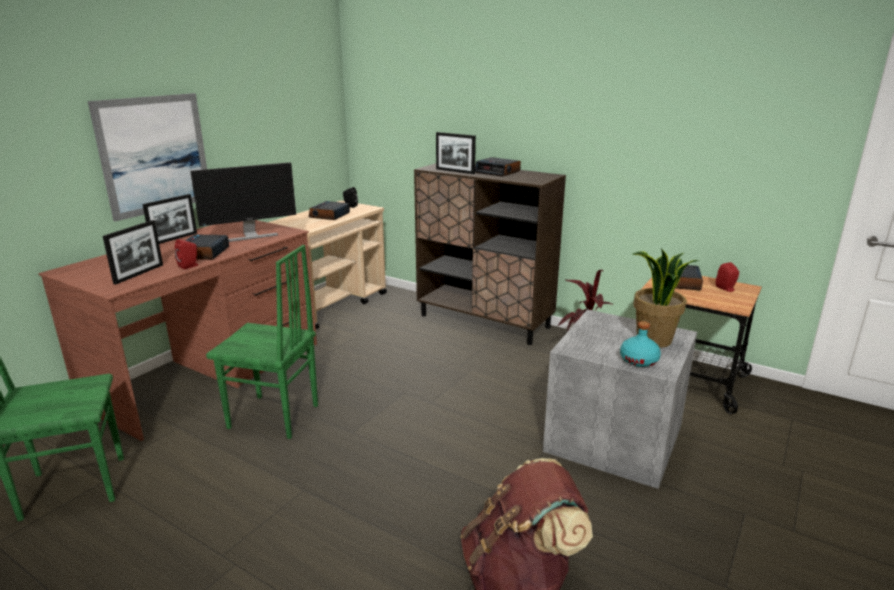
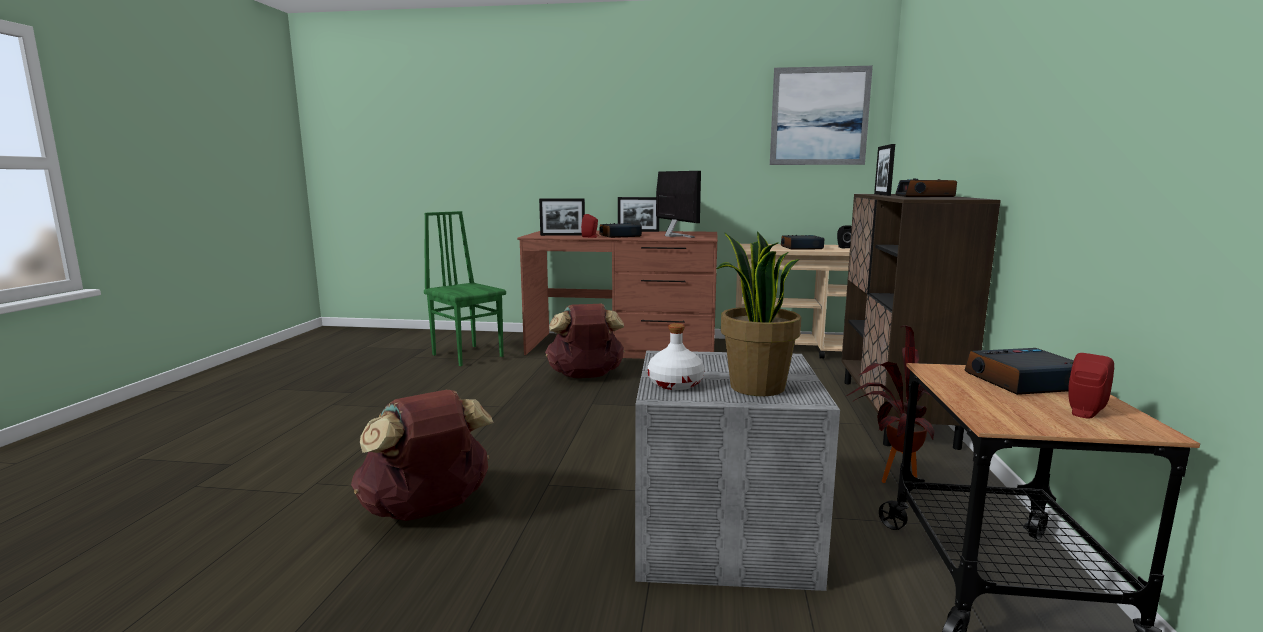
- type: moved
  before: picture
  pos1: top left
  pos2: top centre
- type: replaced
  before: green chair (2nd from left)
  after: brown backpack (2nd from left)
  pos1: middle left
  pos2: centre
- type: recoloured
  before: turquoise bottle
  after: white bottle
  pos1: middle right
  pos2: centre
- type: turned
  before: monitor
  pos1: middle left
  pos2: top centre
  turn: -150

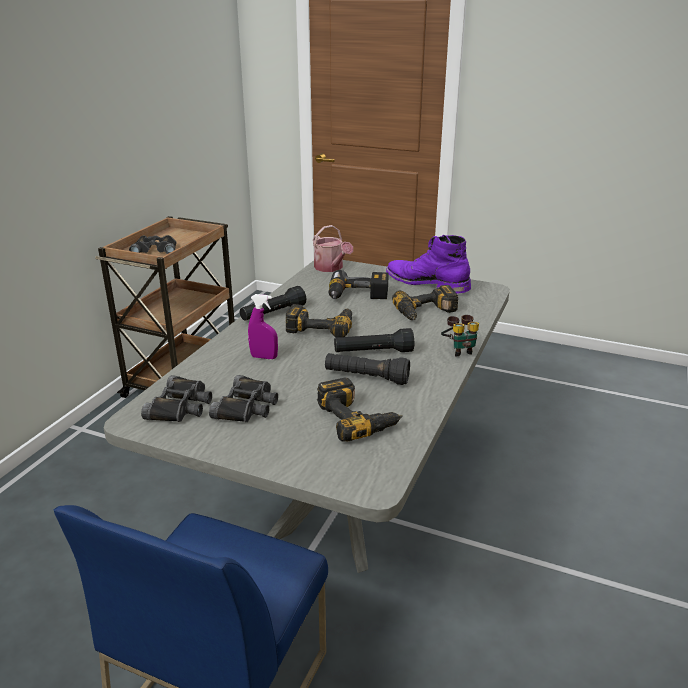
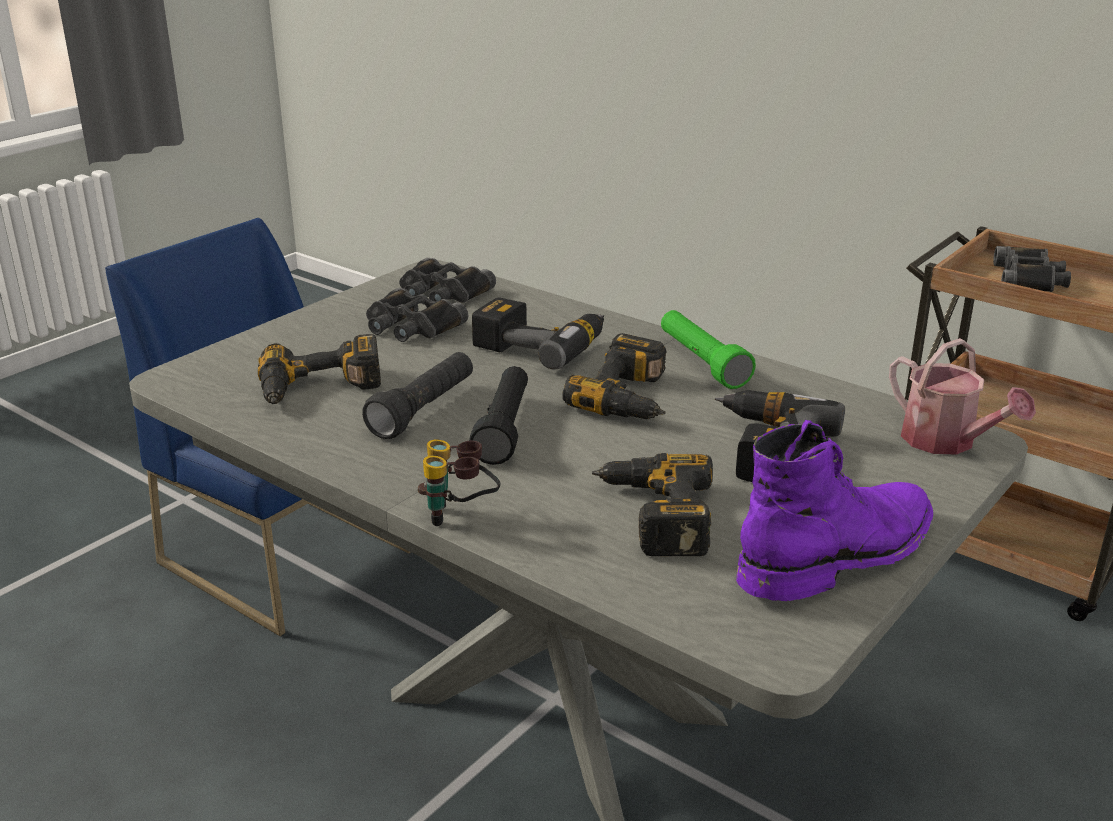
- type: replaced
  before: purple spray bottle
  after: power drill (2nd from left)
  pos1: centre
  pos2: centre
- type: recoloured
  before: black flashlight (1st from left)
  after: green flashlight
  pos1: centre
  pos2: centre
- type: turned
  before: watering can
  pos1: centre
  pos2: middle right
  turn: -105

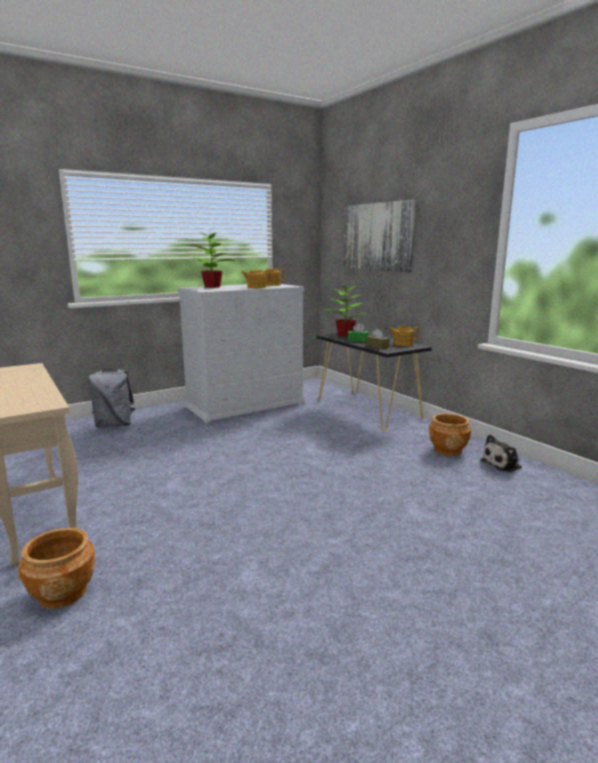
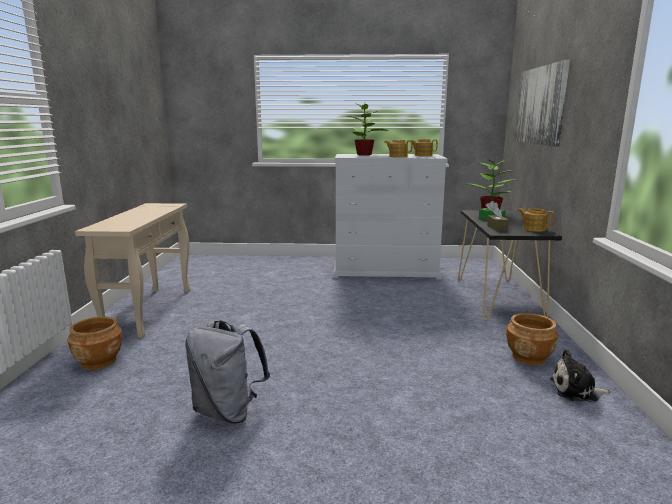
- type: moved
  before: grey backpack
  pos1: middle left
  pos2: bottom centre

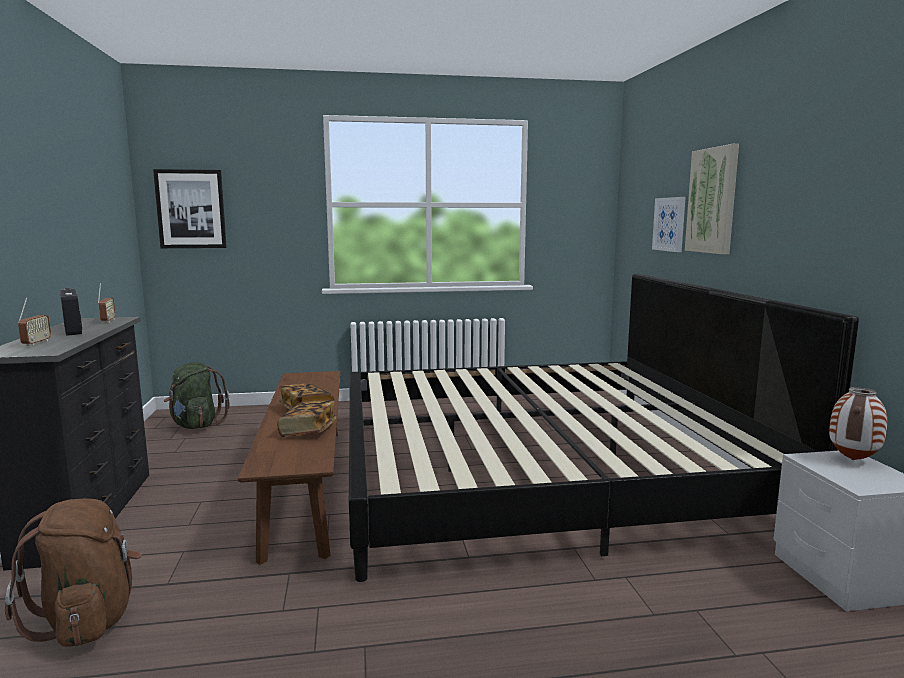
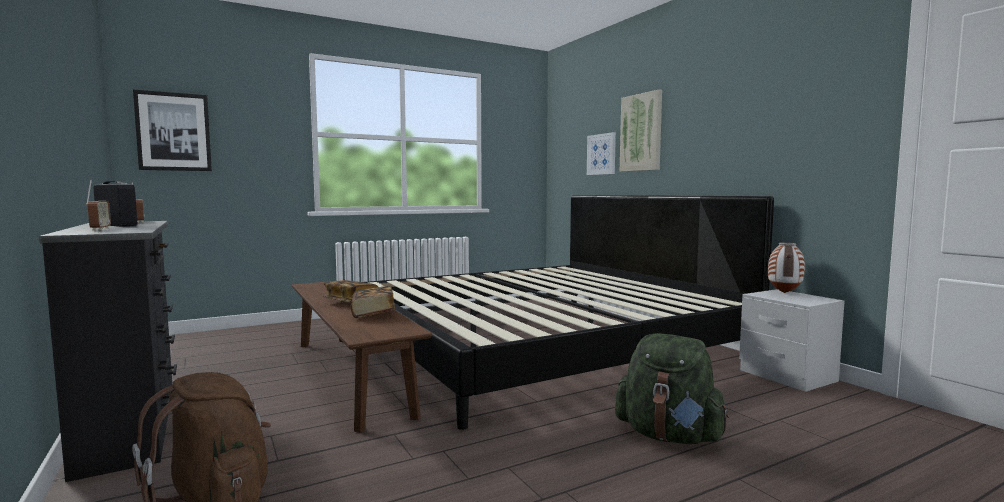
- type: moved
  before: green backpack
  pos1: middle left
  pos2: bottom right

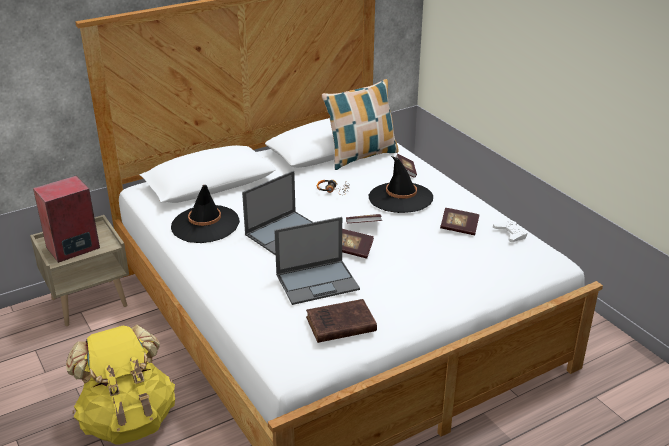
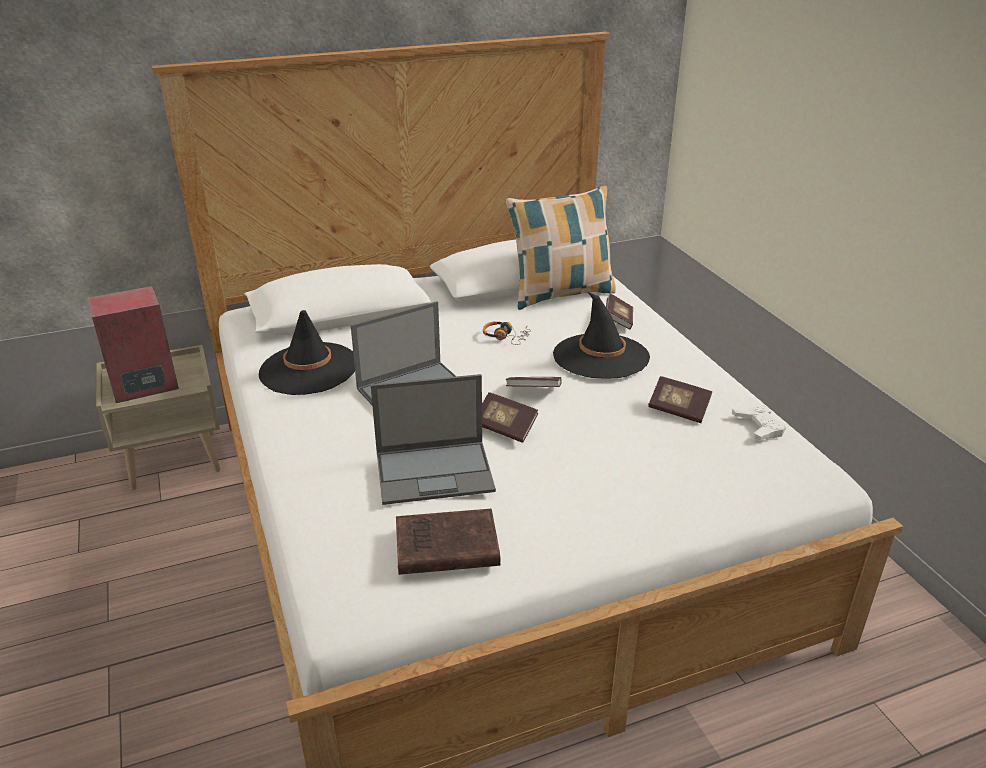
- type: removed
  before: yellow backpack
  pos1: bottom left

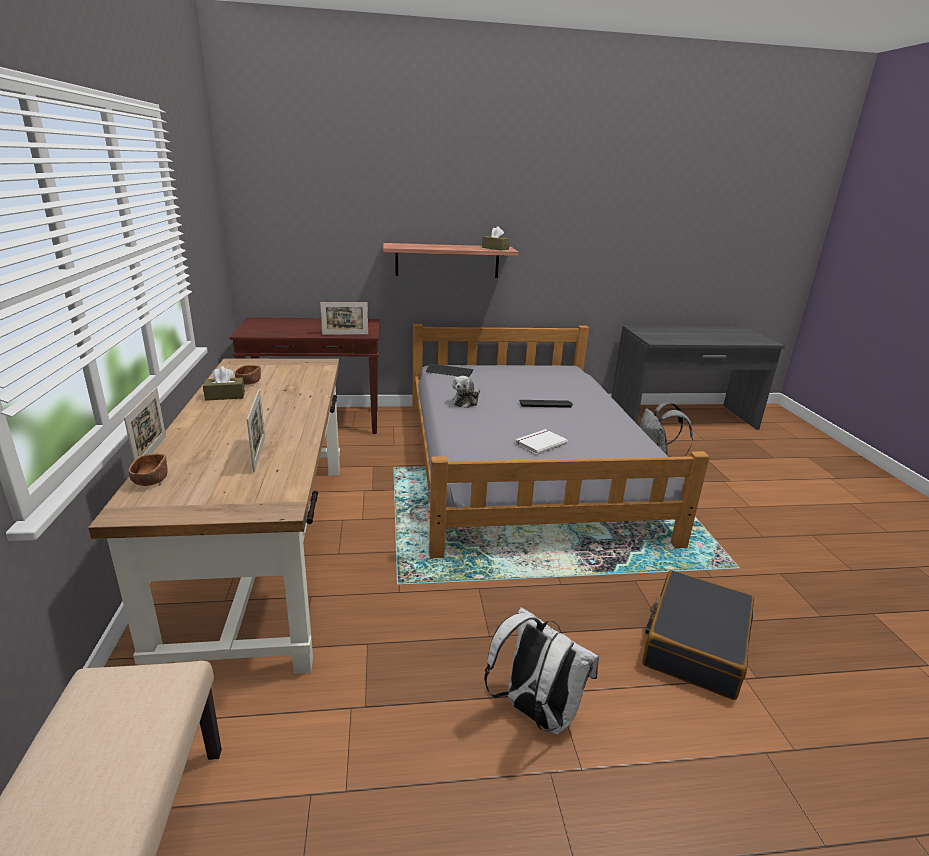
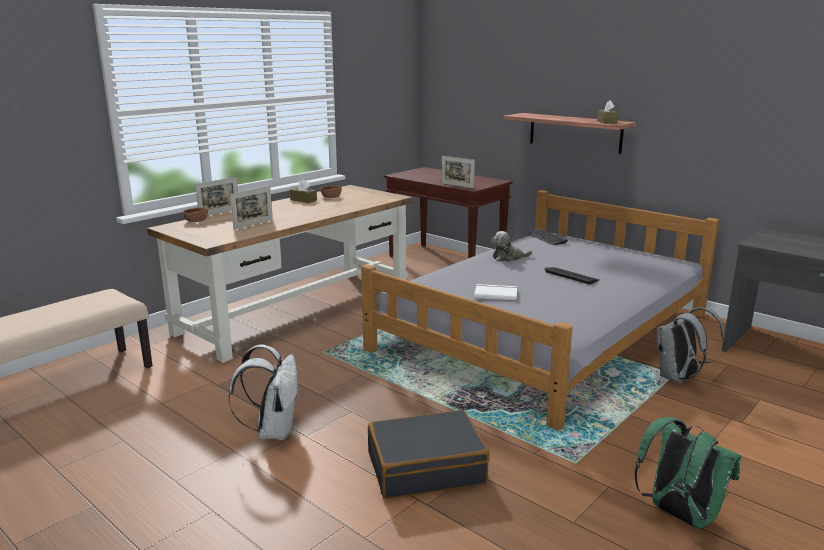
- type: added
  after: green backpack
  pos2: bottom right

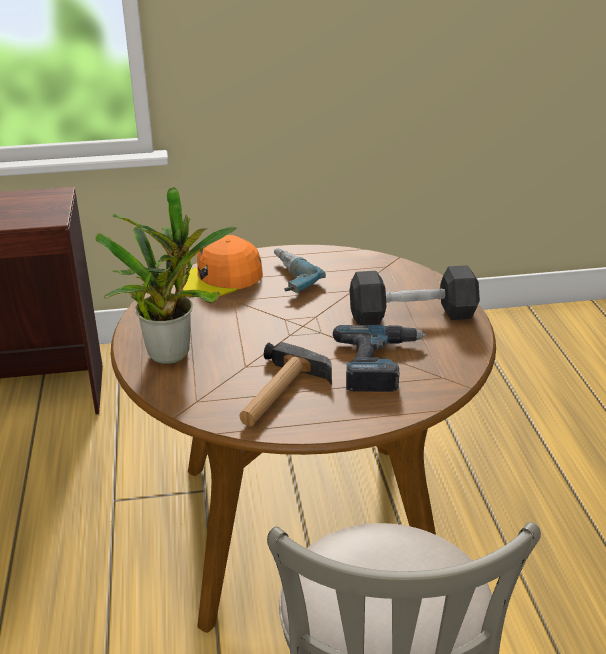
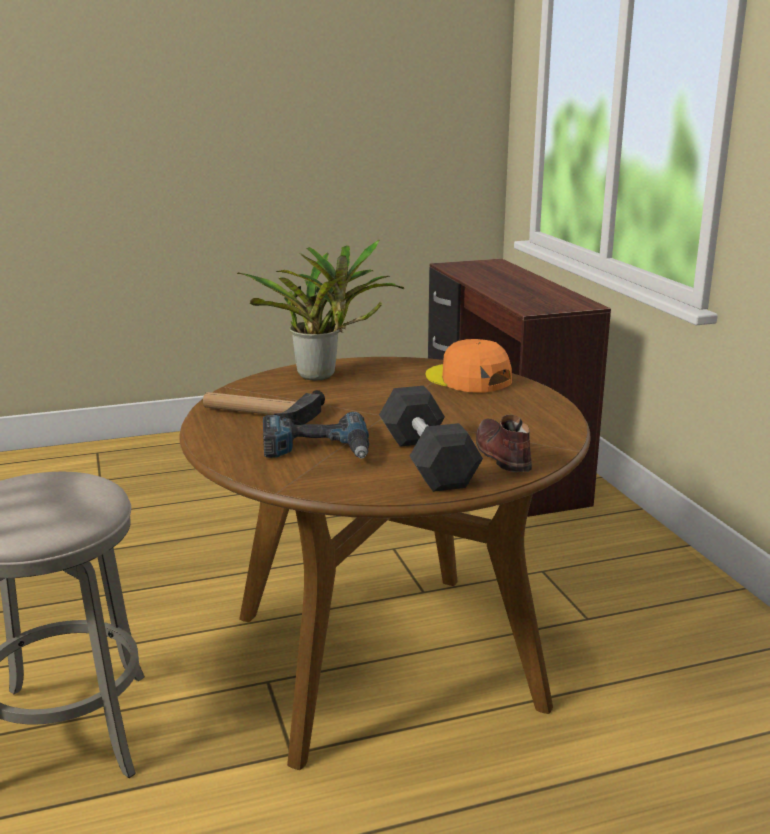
- type: removed
  before: power drill (1st from left)
  pos1: centre
- type: added
  after: brown shoe
  pos2: centre

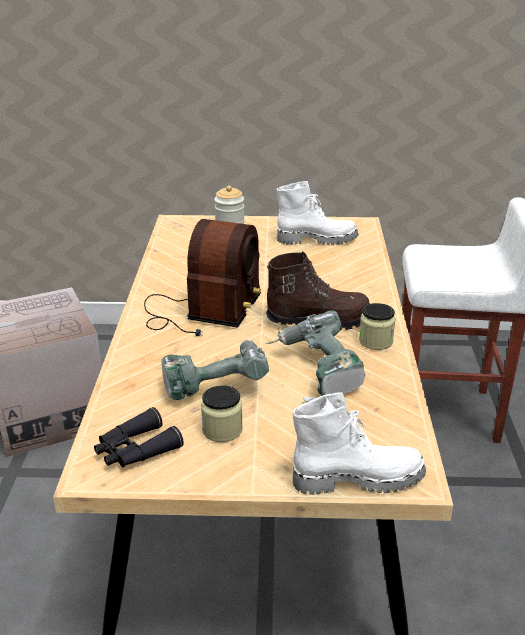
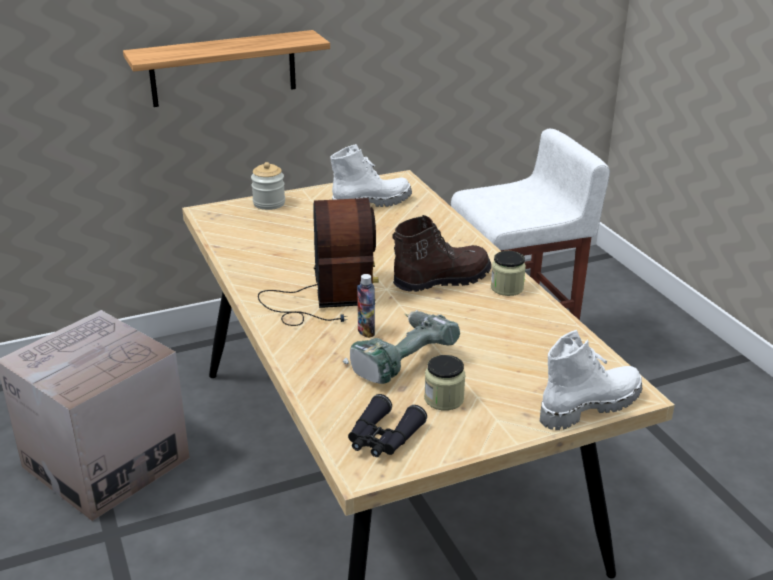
- type: removed
  before: power drill (2nd from left)
  pos1: centre
- type: added
  after: shelf
  pos2: top left
- type: added
  after: bottle
  pos2: centre

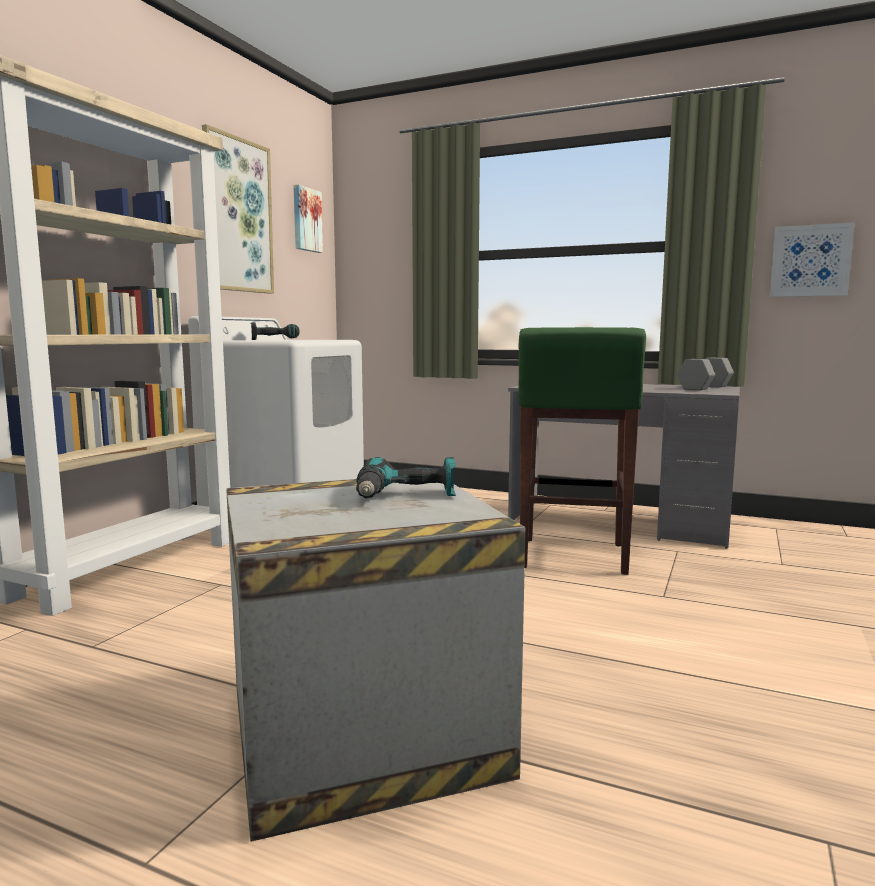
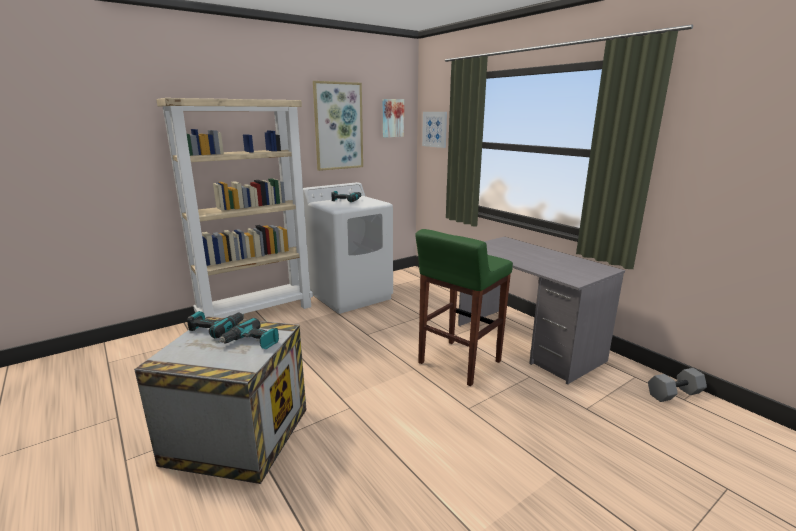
- type: added
  after: power drill (1st from left)
  pos2: middle left
- type: moved
  before: grey dumbbell
  pos1: middle right
  pos2: bottom right
- type: moved
  before: picture (3rd from left)
  pos1: top right
  pos2: top centre

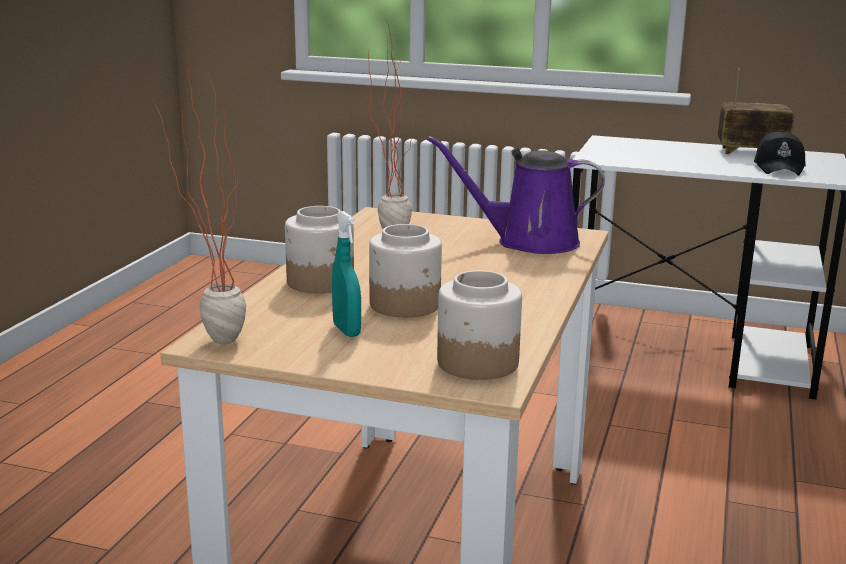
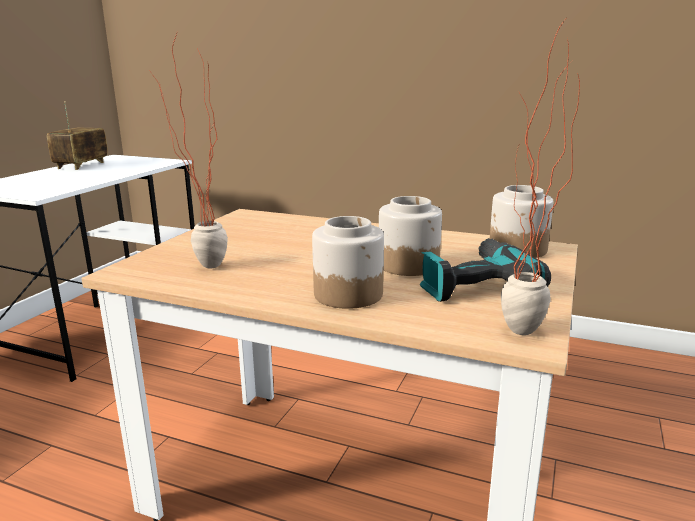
- type: removed
  before: purple watering can
  pos1: centre
- type: removed
  before: black cap
  pos1: top right
- type: replaced
  before: turquoise spray bottle
  after: power drill
  pos1: centre
  pos2: middle right

